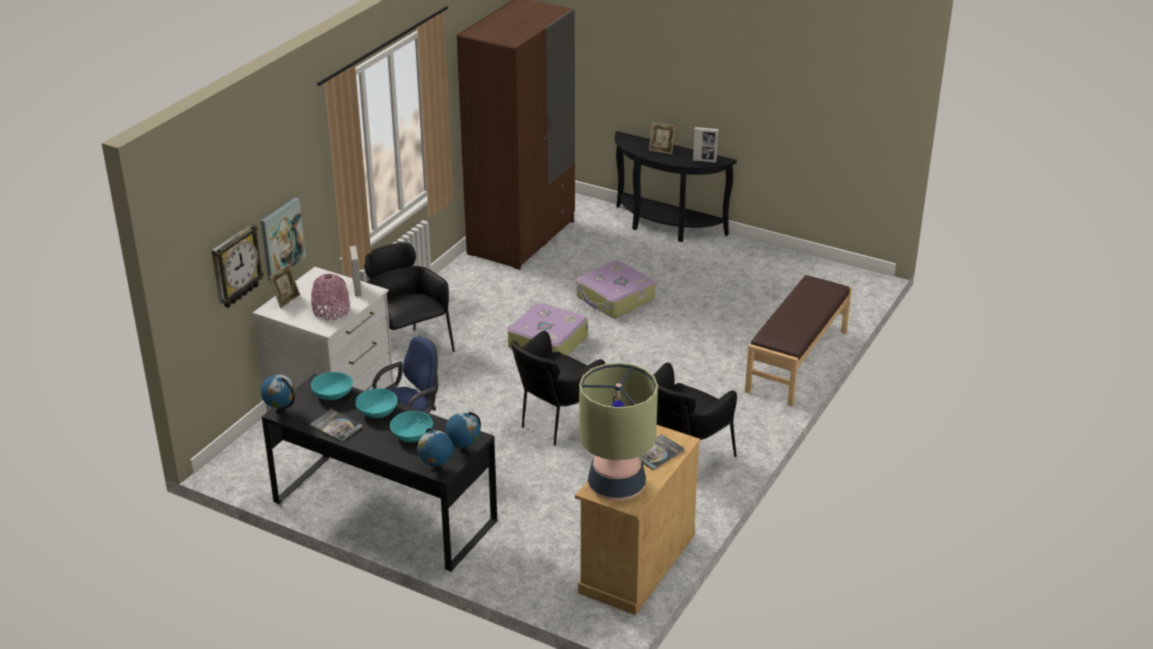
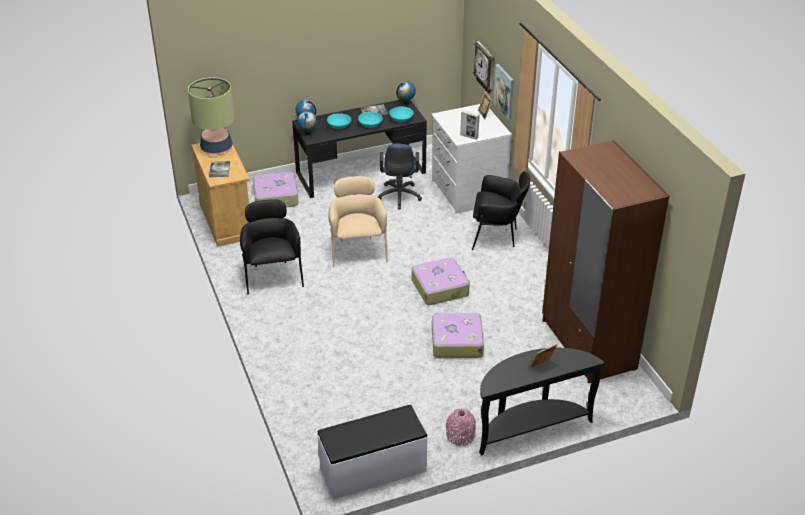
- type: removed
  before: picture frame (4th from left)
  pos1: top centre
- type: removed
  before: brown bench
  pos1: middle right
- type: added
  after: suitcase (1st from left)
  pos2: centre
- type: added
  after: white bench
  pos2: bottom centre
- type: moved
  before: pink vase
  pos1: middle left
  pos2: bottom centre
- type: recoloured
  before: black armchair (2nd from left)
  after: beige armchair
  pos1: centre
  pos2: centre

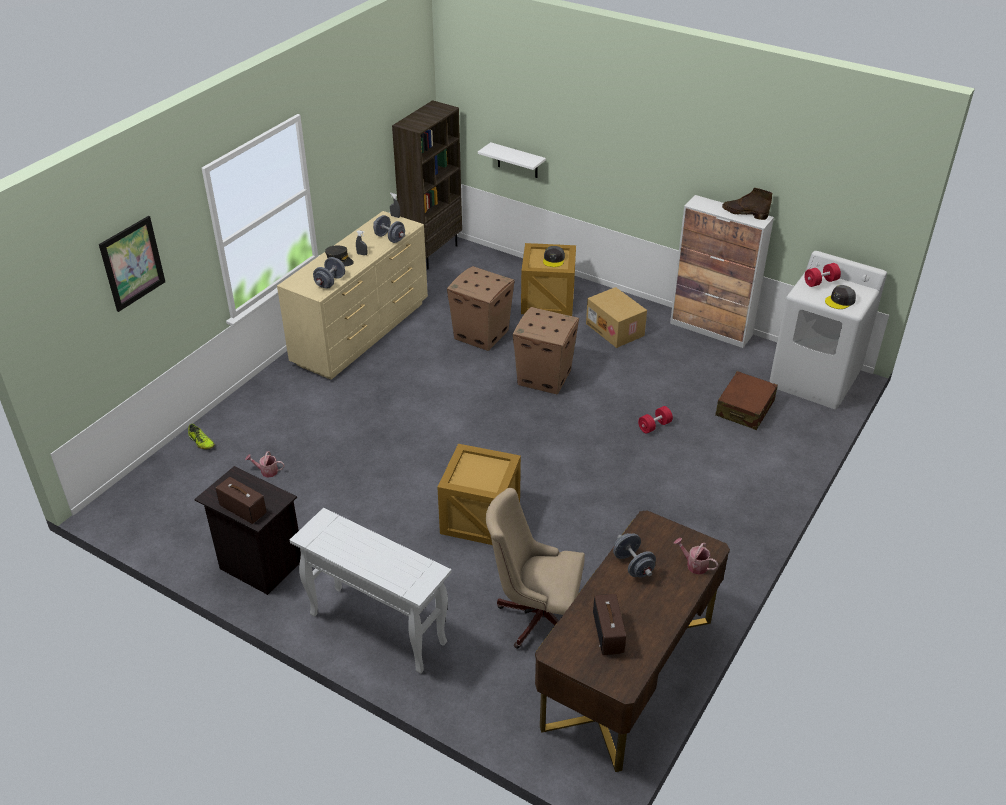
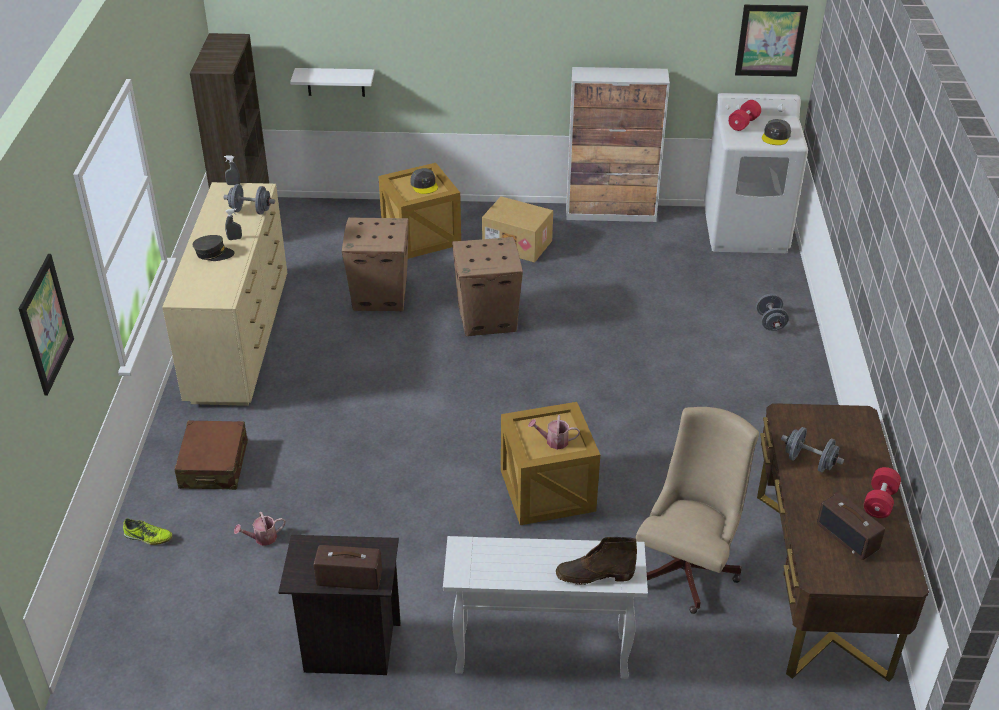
- type: added
  after: picture (2nd from left)
  pos2: top right
- type: moved
  before: grey dumbbell (1st from left in the first image)
  after: grey dumbbell (2nd from left)
  pos1: middle left
  pos2: middle right
- type: moved
  before: red dumbbell (1st from left in the first image)
  after: red dumbbell (2nd from left)
  pos1: centre
  pos2: bottom right
- type: moved
  before: watering can (2nd from left)
  pos1: bottom right
  pos2: centre
- type: moved
  before: brown suitcase
  pos1: middle right
  pos2: middle left
- type: moved
  before: brown boot
  pos1: top right
  pos2: bottom centre
- type: turned
  before: beige office chair
  pos1: bottom centre
  pos2: bottom right
  turn: 135

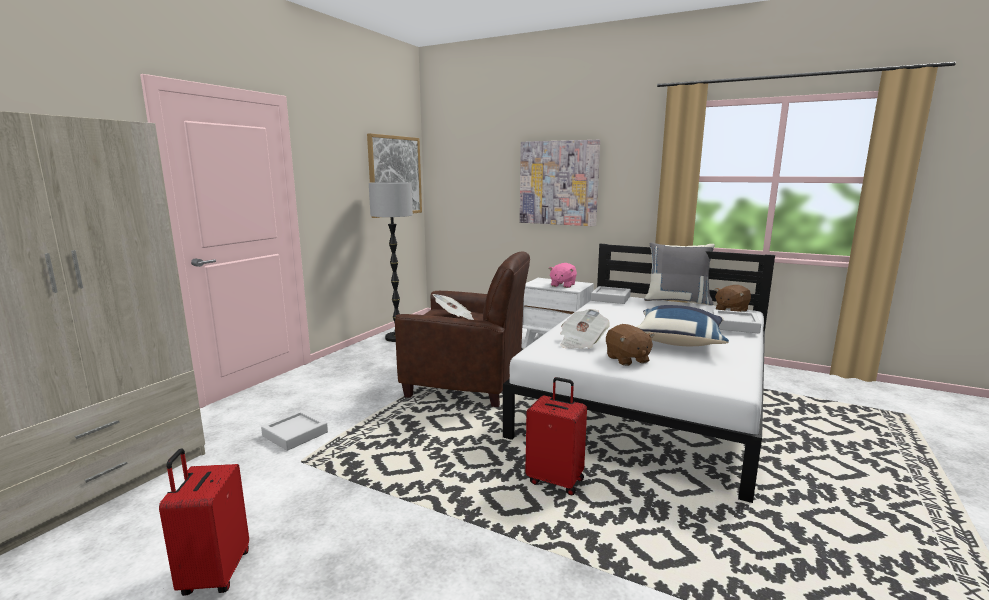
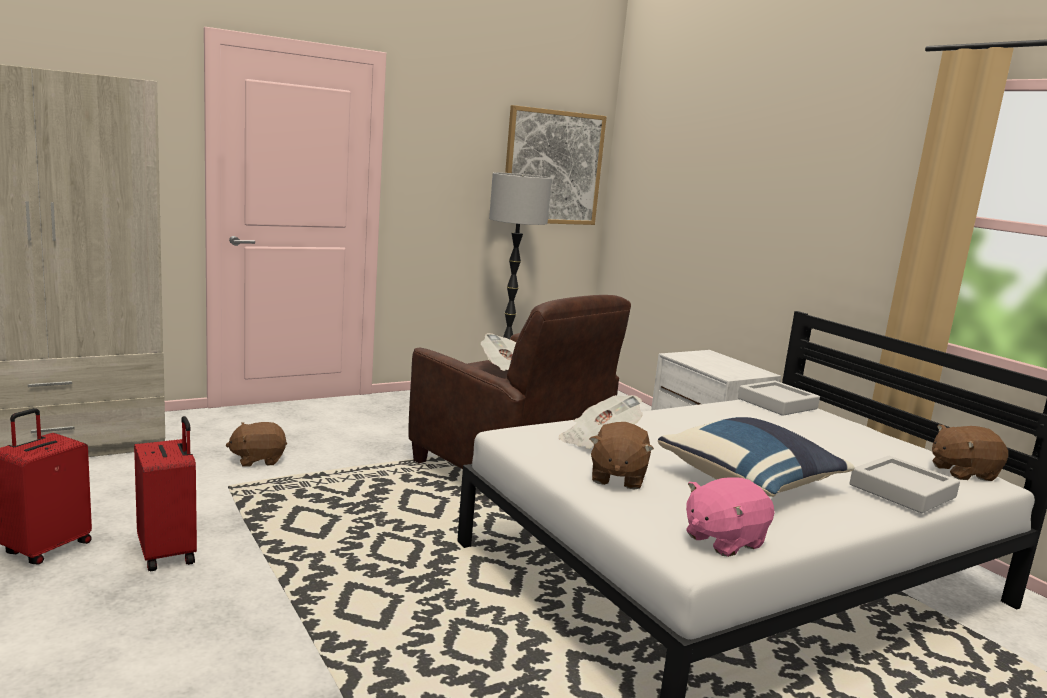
- type: removed
  before: picture (2nd from left)
  pos1: top centre
- type: removed
  before: grey pillow
  pos1: middle right
- type: moved
  before: red suitcase (2nd from left)
  pos1: bottom centre
  pos2: bottom left
- type: moved
  before: pink plush toy
  pos1: centre
  pos2: bottom right
- type: replaced
  before: grey tray (1st from left)
  after: brown plush toy (1st from left)
  pos1: bottom left
  pos2: middle left

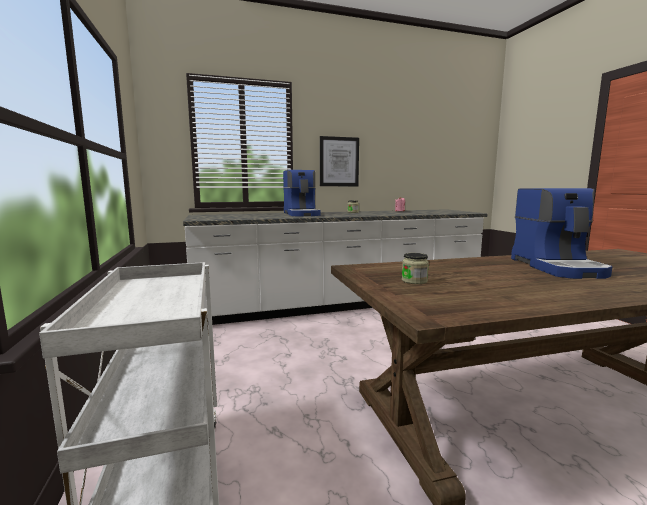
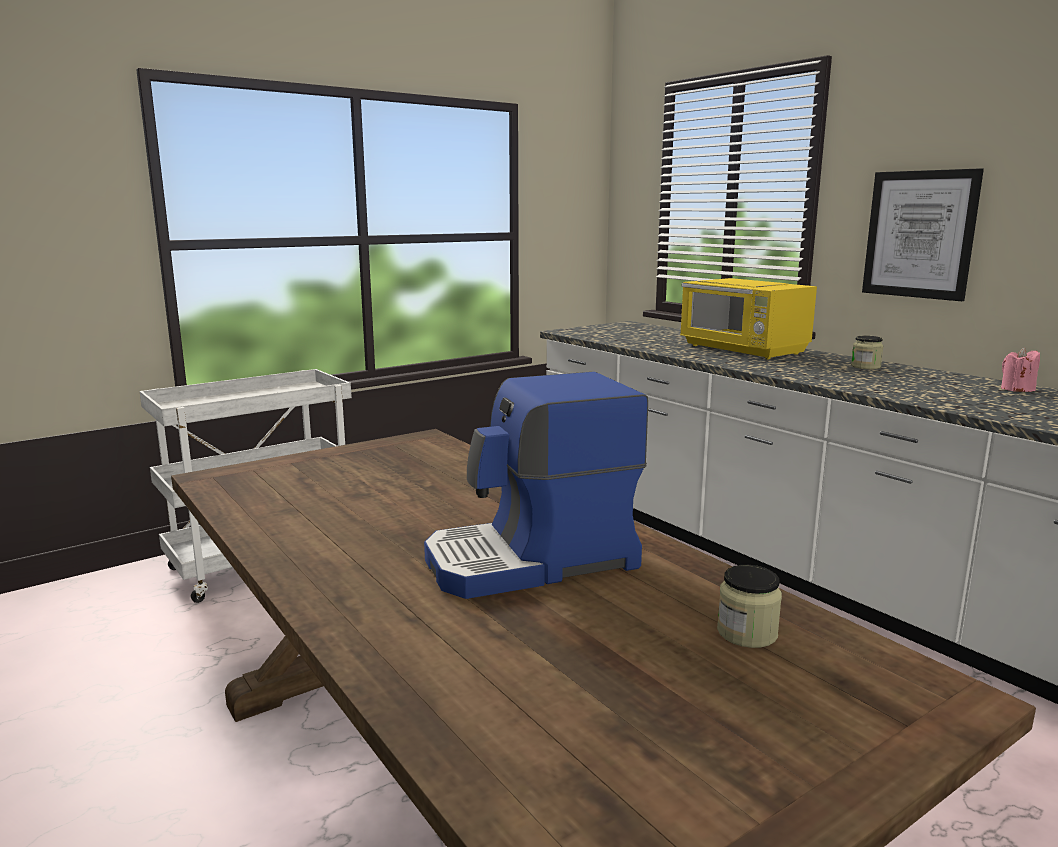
- type: moved
  before: jar (2nd from left in the first image)
  after: jar (1st from left)
  pos1: centre
  pos2: bottom right
- type: replaced
  before: coffee machine (1st from left)
  after: yellow microwave
  pos1: centre
  pos2: middle right

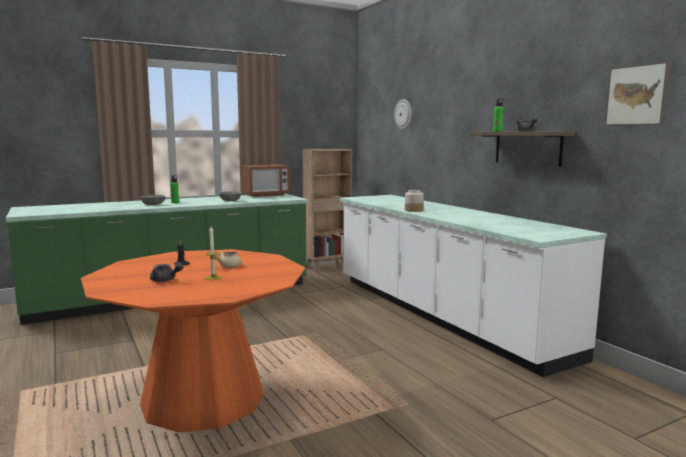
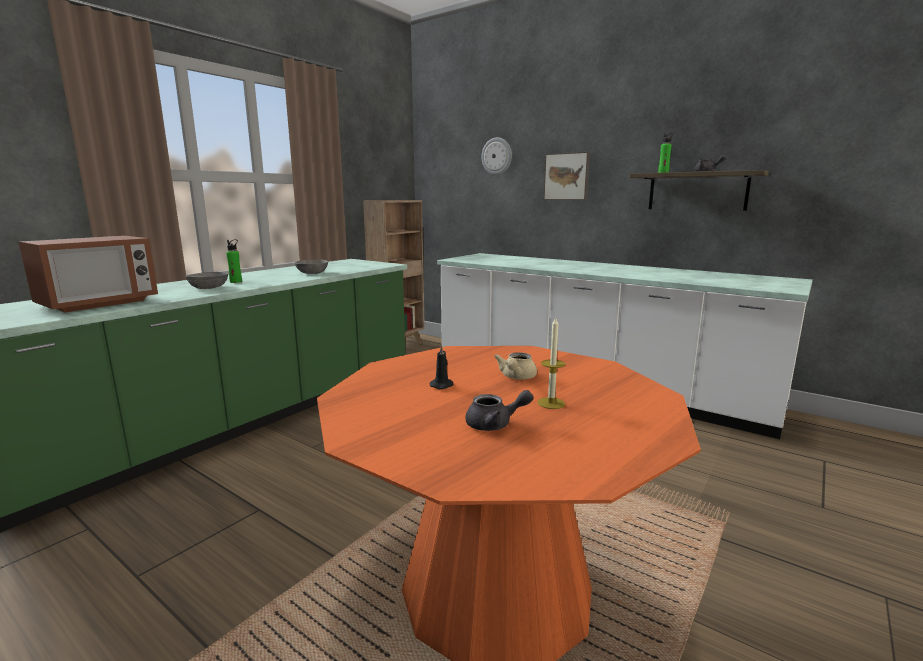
- type: removed
  before: jar
  pos1: centre
- type: moved
  before: microwave
  pos1: centre
  pos2: middle left
- type: moved
  before: picture
  pos1: top right
  pos2: top centre

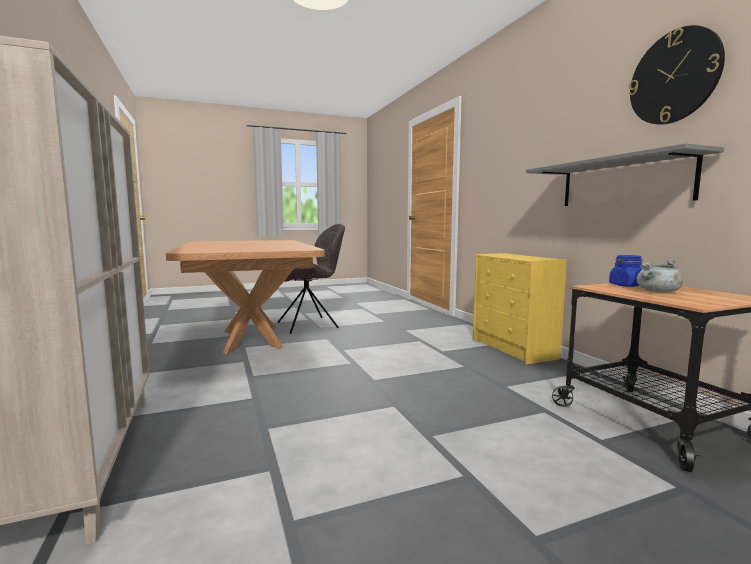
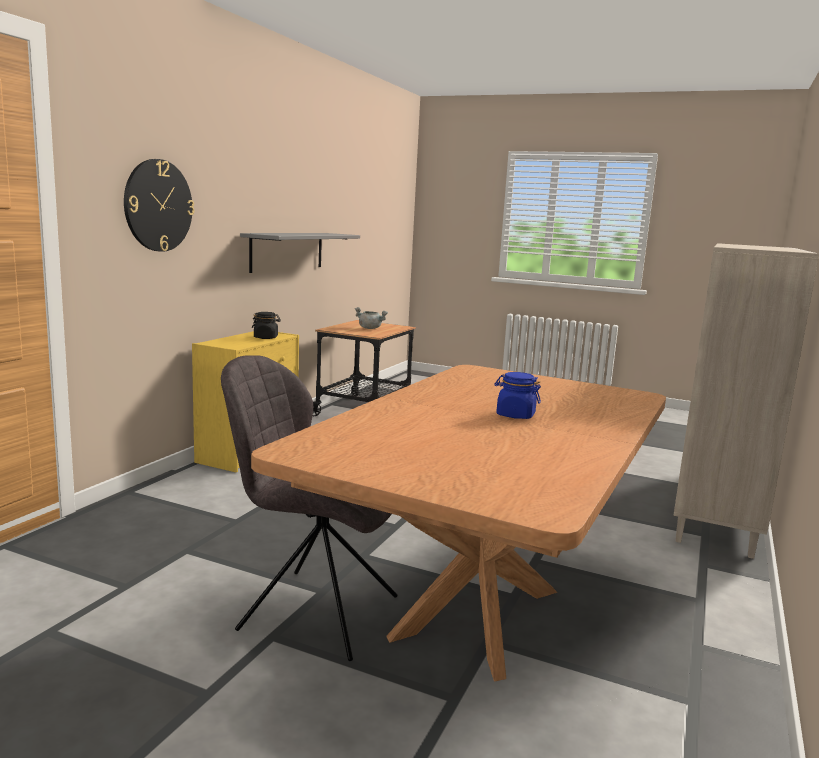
- type: added
  after: black jar
  pos2: middle left
- type: moved
  before: blue jar
  pos1: middle right
  pos2: centre
- type: moved
  before: wall clock
  pos1: top right
  pos2: top left

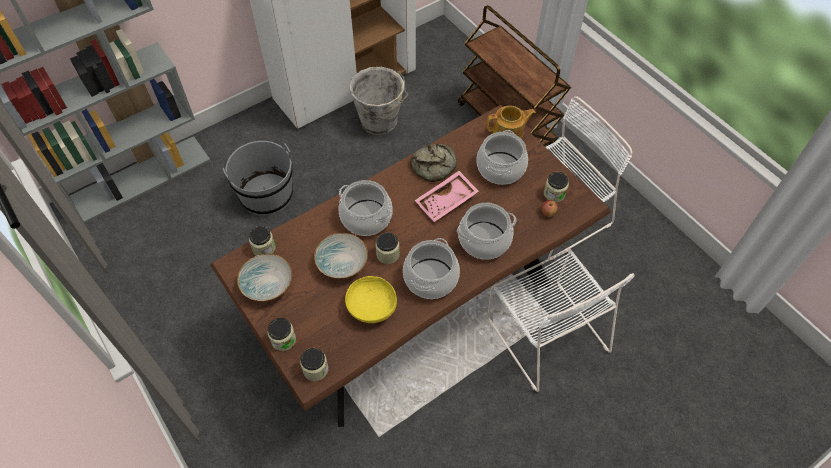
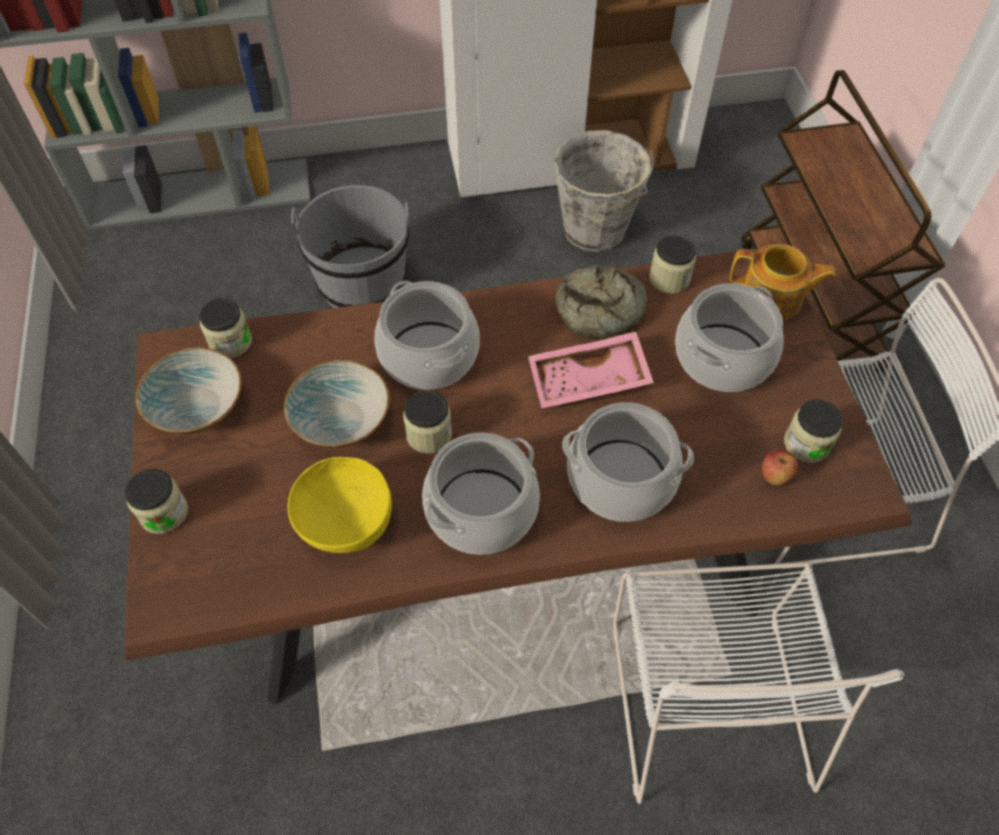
- type: moved
  before: jar (3rd from left in the first image)
  after: jar (4th from left)
  pos1: bottom centre
  pos2: top right

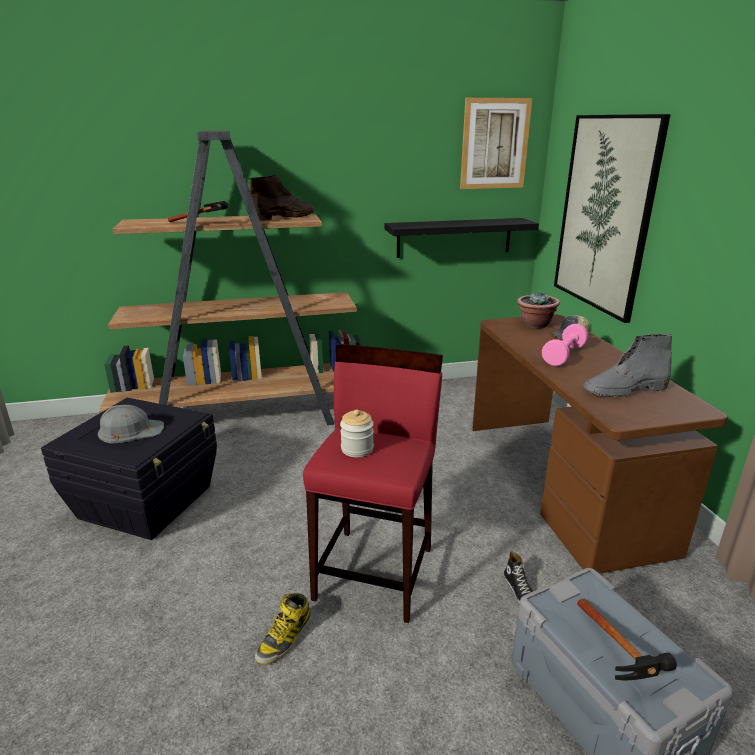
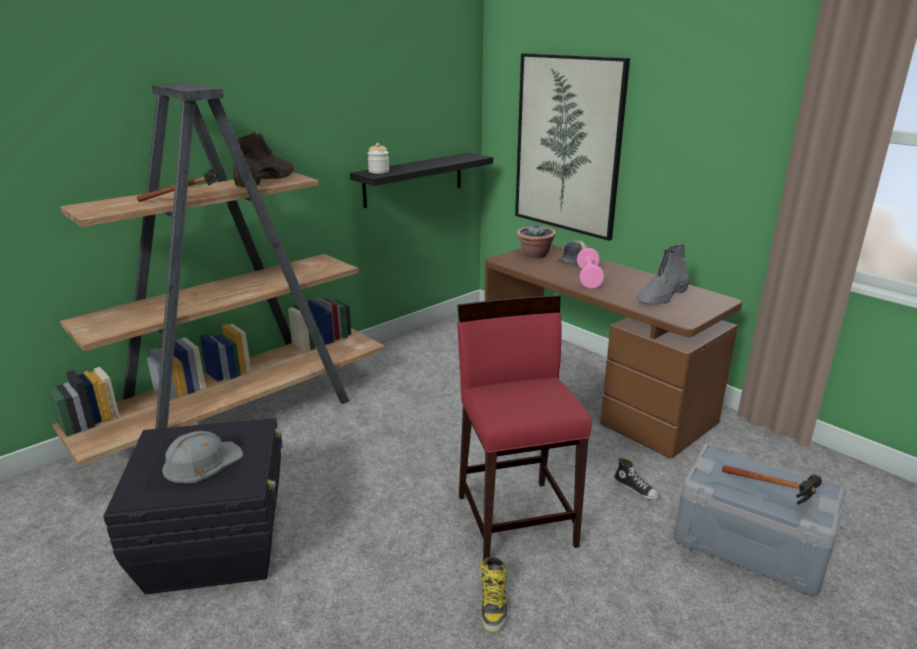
- type: removed
  before: picture (1st from left)
  pos1: top centre
- type: moved
  before: jar
  pos1: centre
  pos2: top centre

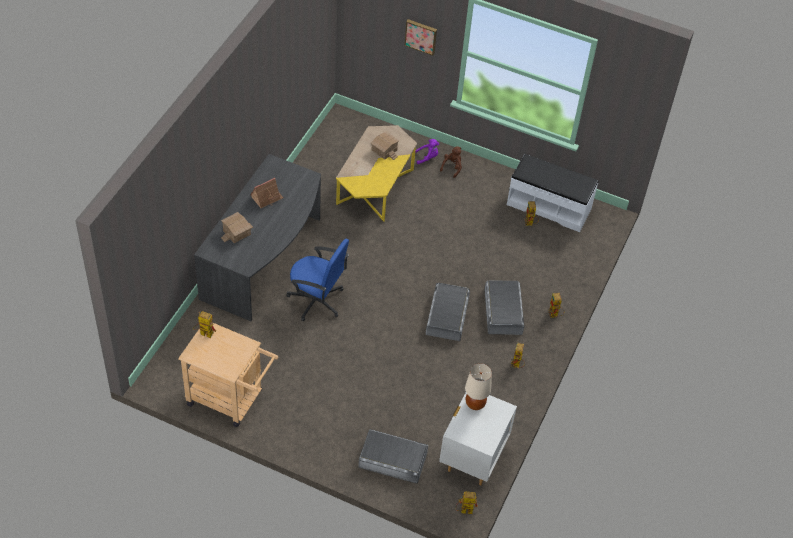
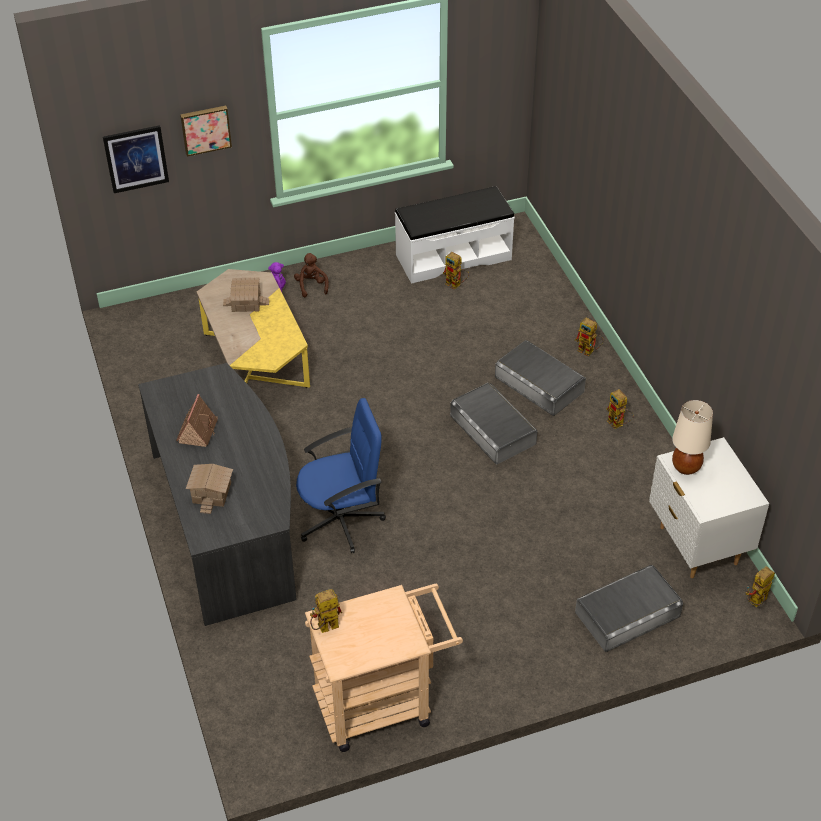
- type: added
  after: picture (1st from left)
  pos2: top left

